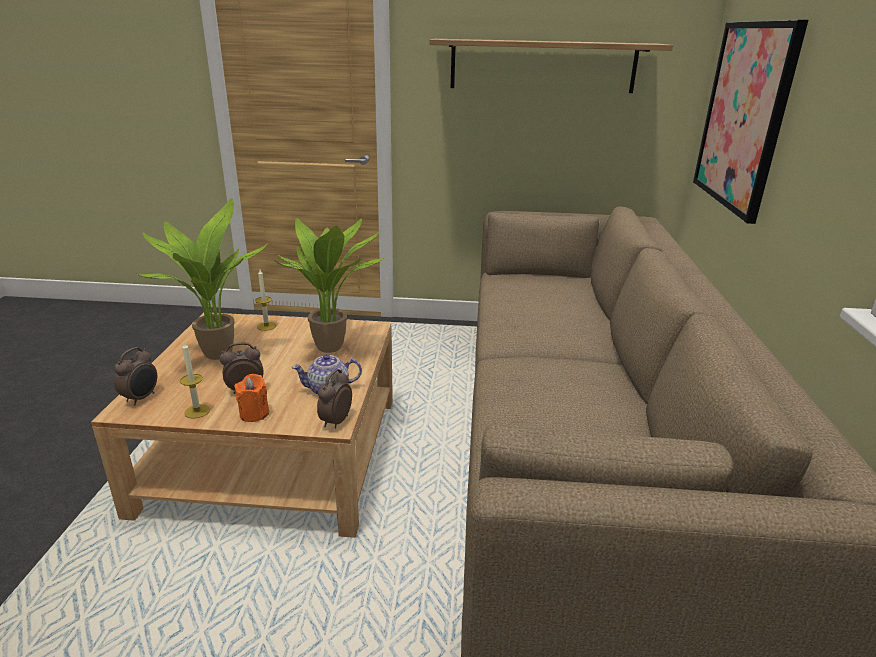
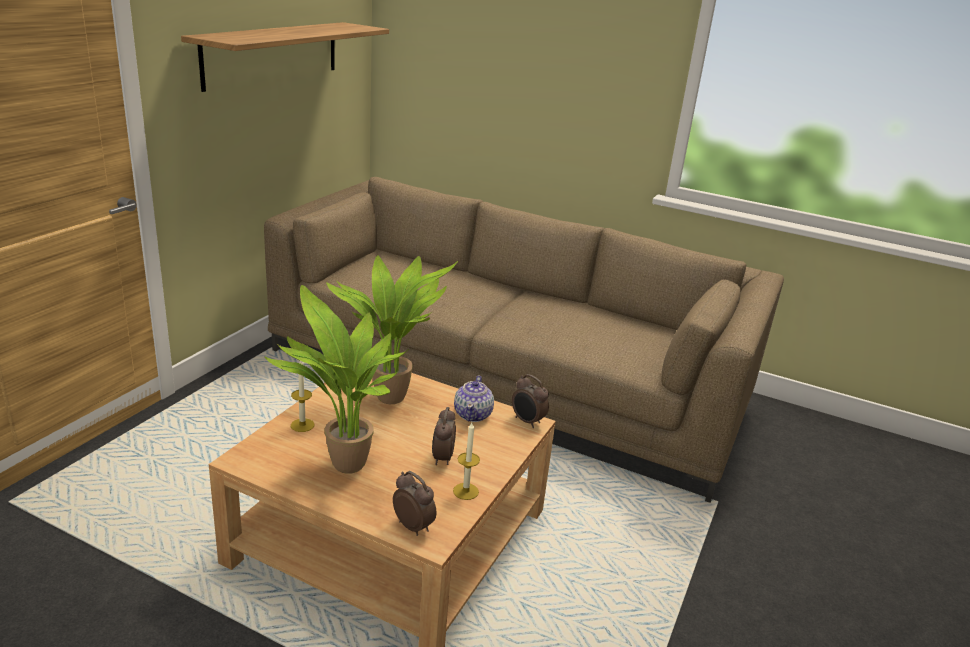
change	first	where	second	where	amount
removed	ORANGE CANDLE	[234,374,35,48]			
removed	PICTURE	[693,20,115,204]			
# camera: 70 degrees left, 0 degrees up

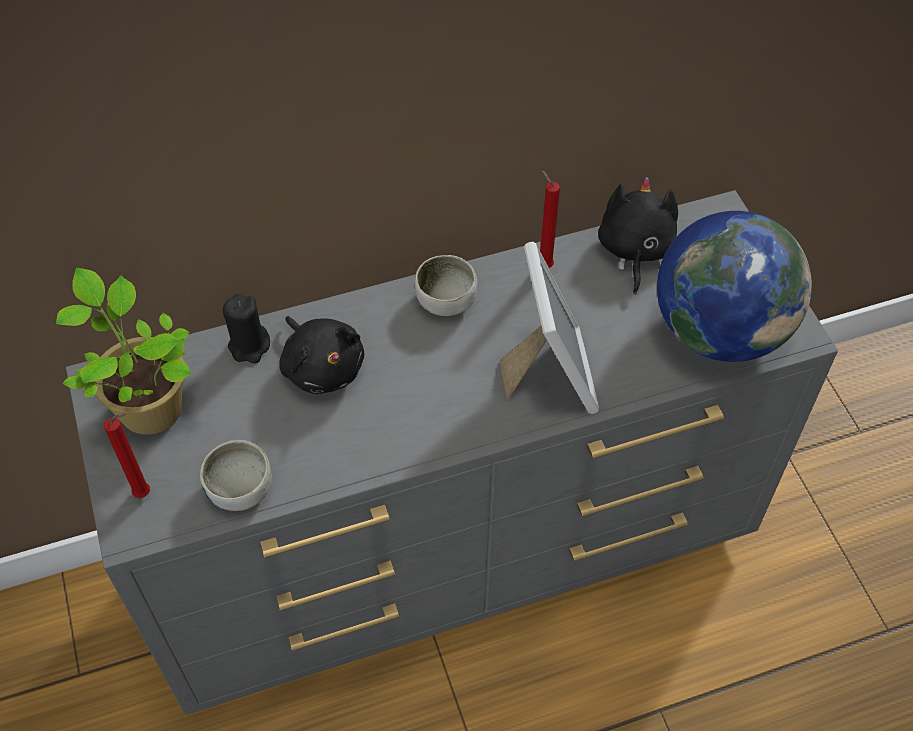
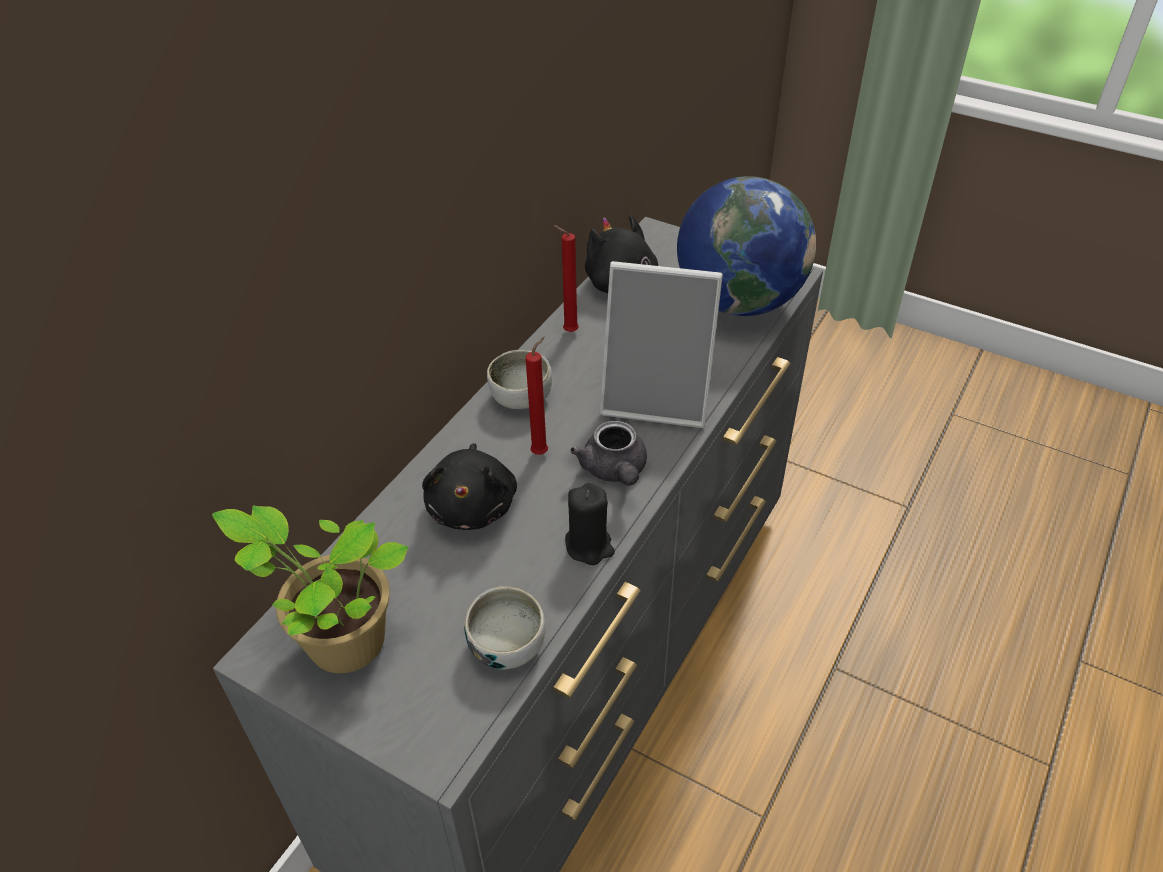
change	first	where	second	where	amount
added			GREY TEAPOT	[570,421,77,65]	
moved	RED CANDLE	[104,414,46,84]		[526,337,22,118]	
moved	BLACK CANDLE	[223,294,47,70]		[565,483,50,82]	
turned	BLACK PLUSH TOY	[279,316,85,78]		[422,443,95,87]	75 degrees clockwise
turned	PICTURE FRAME	[499,242,100,172]		[600,261,123,167]	150 degrees clockwise
# camera: 40 degrees left, 10 degrees down

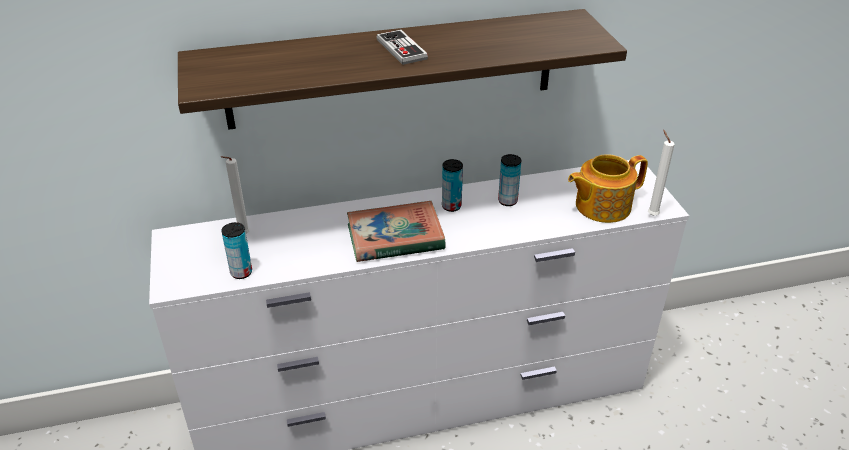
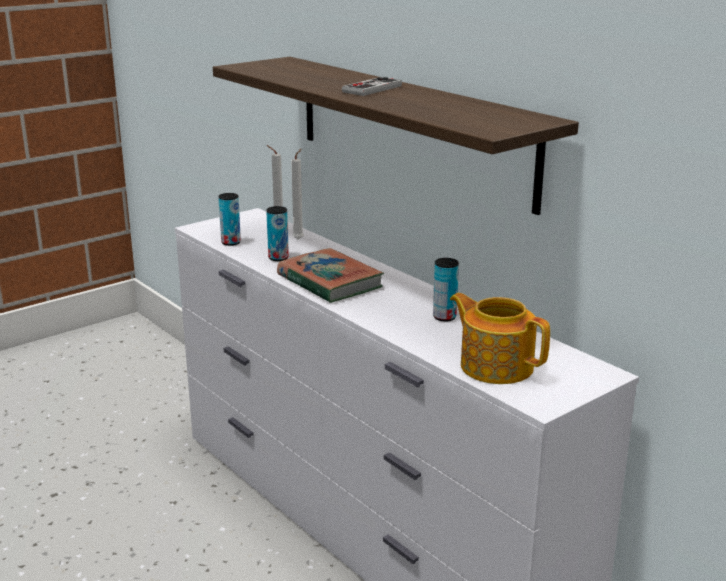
change	first	where	second	where	amount
moved	CAN	[442,159,21,53]		[266,206,23,55]	
moved	WHITE CANDLE	[648,130,27,86]		[291,149,13,91]	
# camera: 65 degrees right, 15 degrees down

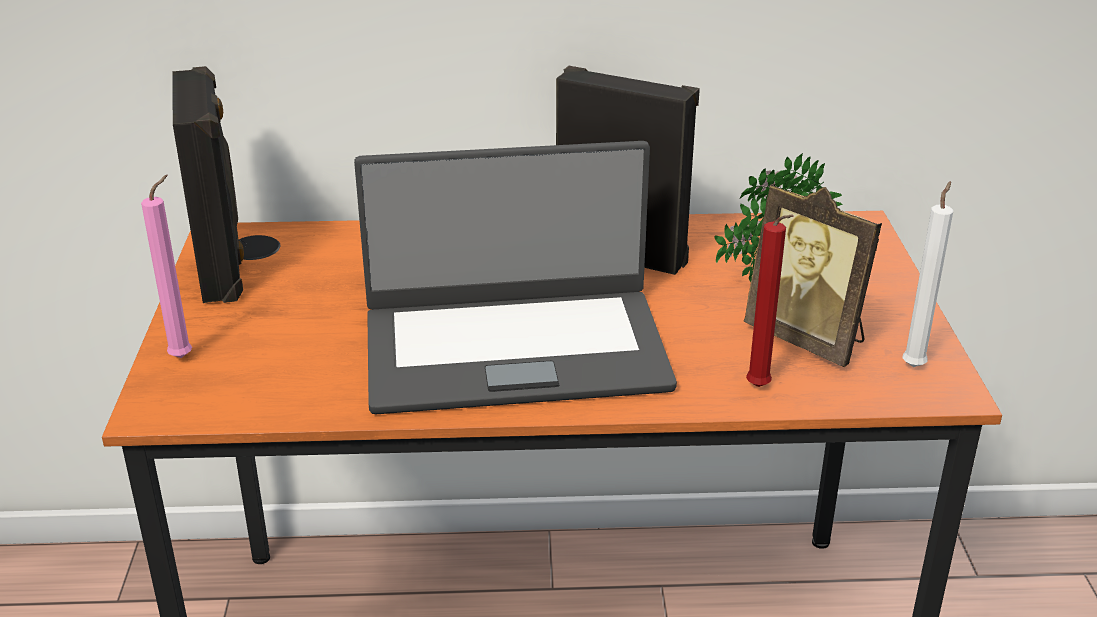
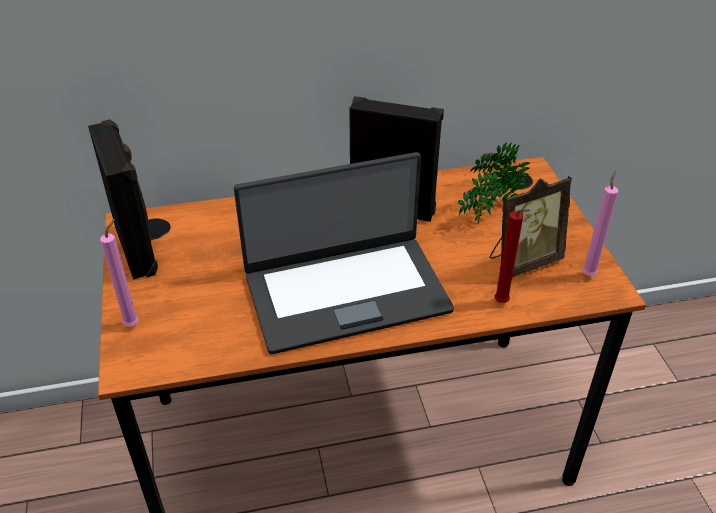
change	first	where	second	where	amount
recoloured	WHITE CANDLE	[903,181,50,186]	PINK CANDLE	[582,171,36,105]	
turned	PICTURE FRAME	[744,183,138,184]		[489,176,83,101]	60 degrees counterclockwise
# camera: 10 degrees left, 10 degrees up

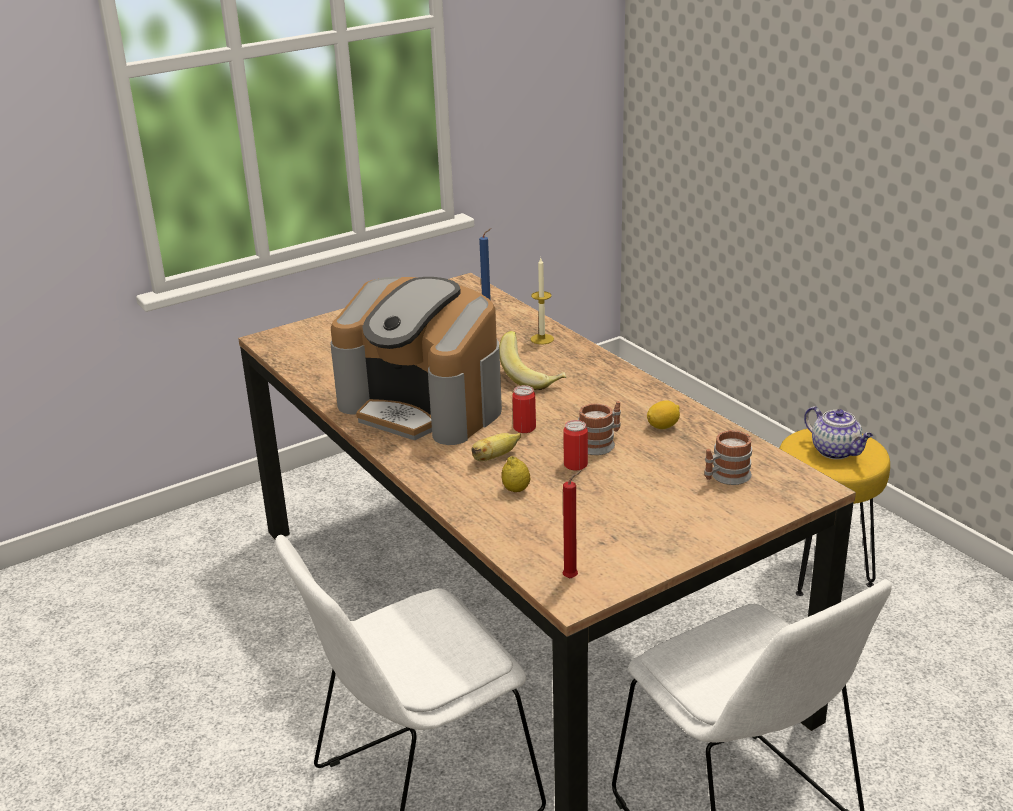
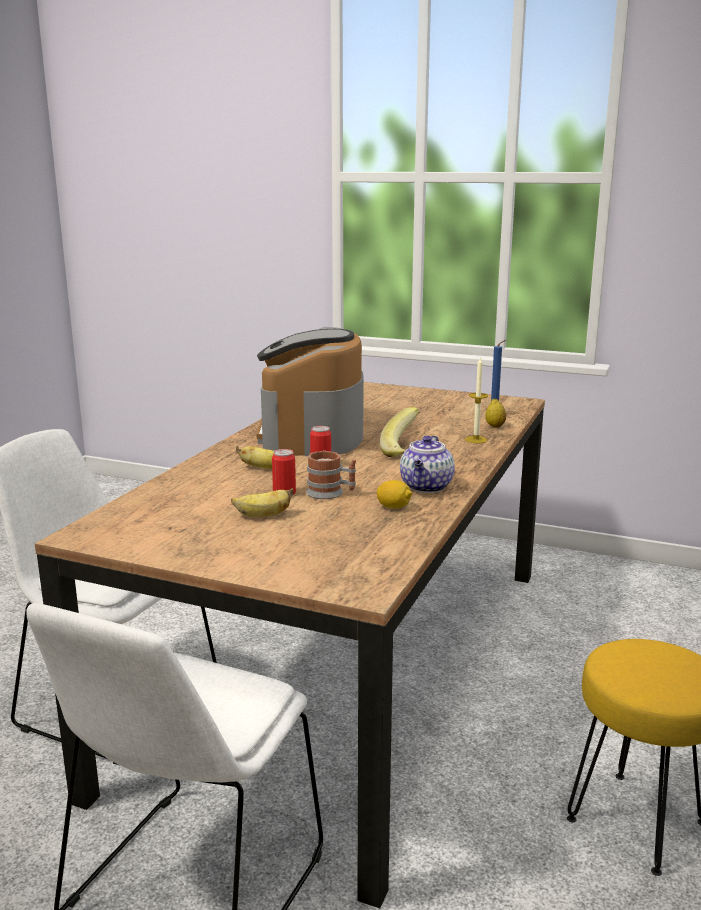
change	first	where	second	where	amount
removed	RED CANDLE	[563,470,19,109]			
removed	MUG	[704,430,48,55]			
added			BANANA	[231,488,63,30]	
moved	LEMON	[501,456,29,36]		[485,398,21,30]	
moved	TEAPOT	[804,406,69,53]		[400,436,55,57]	
# camera: 55 degrees right, 10 degrees down

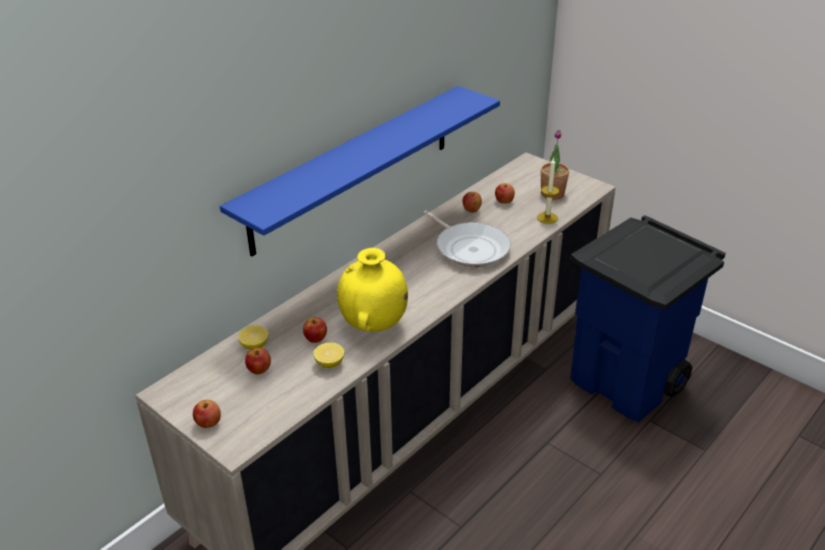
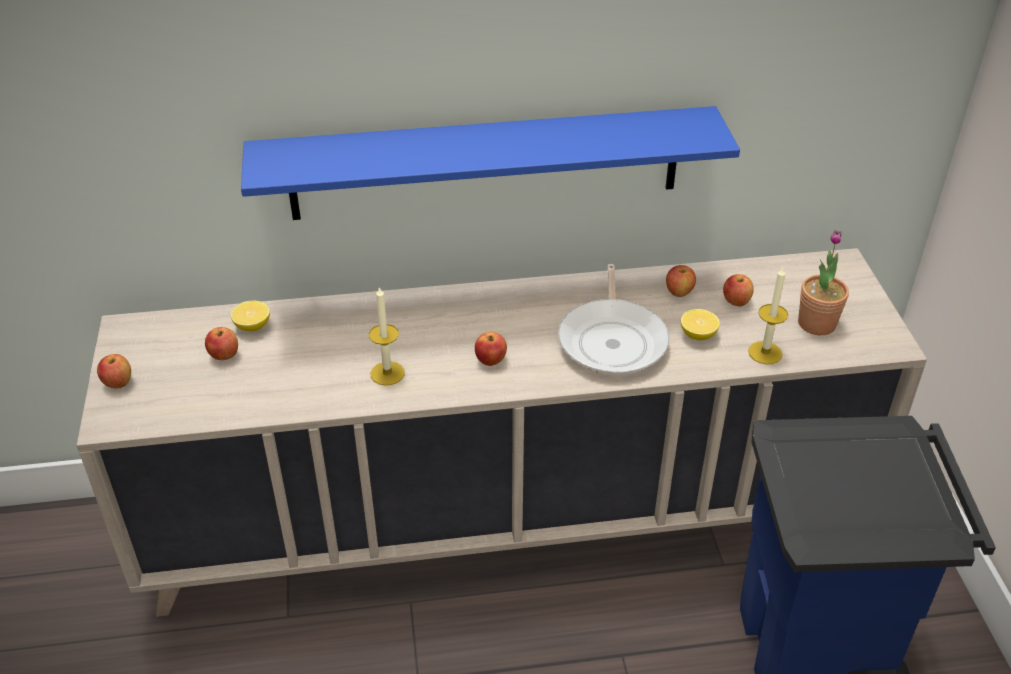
change	first	where	second	where	amount
moved	APPLE	[303,317,24,26]		[475,332,32,34]	
moved	LEMON	[313,343,31,25]		[681,309,39,31]	
replaced	YELLOW VASE	[337,248,71,84]	CANDLE	[369,286,36,100]	
# camera: 40 degrees right, 5 degrees up

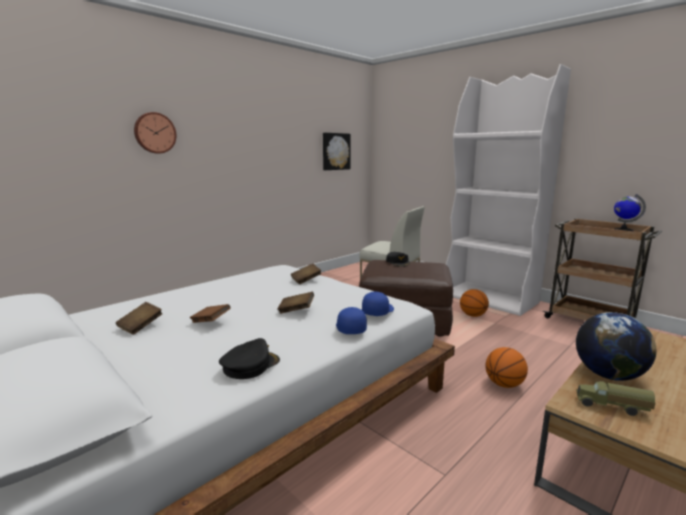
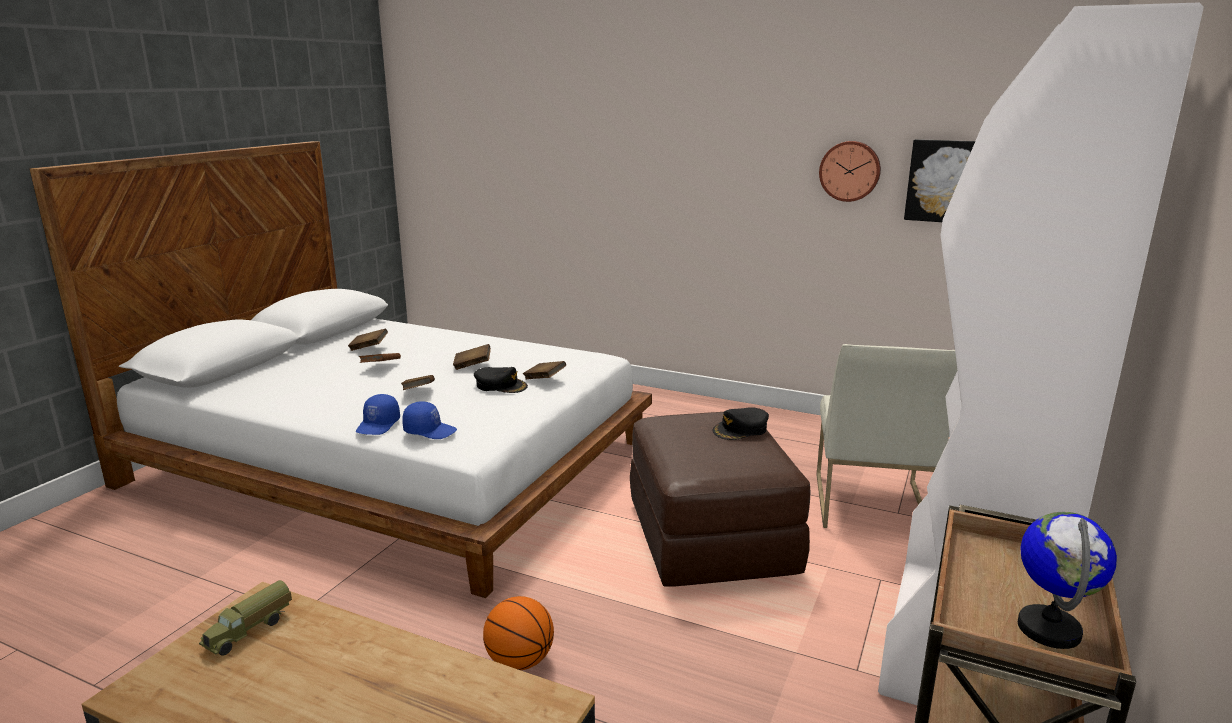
change	first	where	second	where	amount
removed	BASKETBALL	[460,289,29,28]			
removed	GLOBE	[576,312,80,69]			
added			BROWN BOOK	[453,344,38,26]	
moved	WALL CLOCK	[134,112,42,42]		[819,141,62,61]	
moved	BLACK CAP	[219,338,61,41]		[474,367,54,26]	
turned	BLUE CAP	[336,307,31,27]		[356,394,44,41]	135 degrees clockwise
turned	TOY TRUCK	[576,381,79,35]		[199,580,93,75]	150 degrees counterclockwise
# camera: 70 degrees right, 5 degrees up

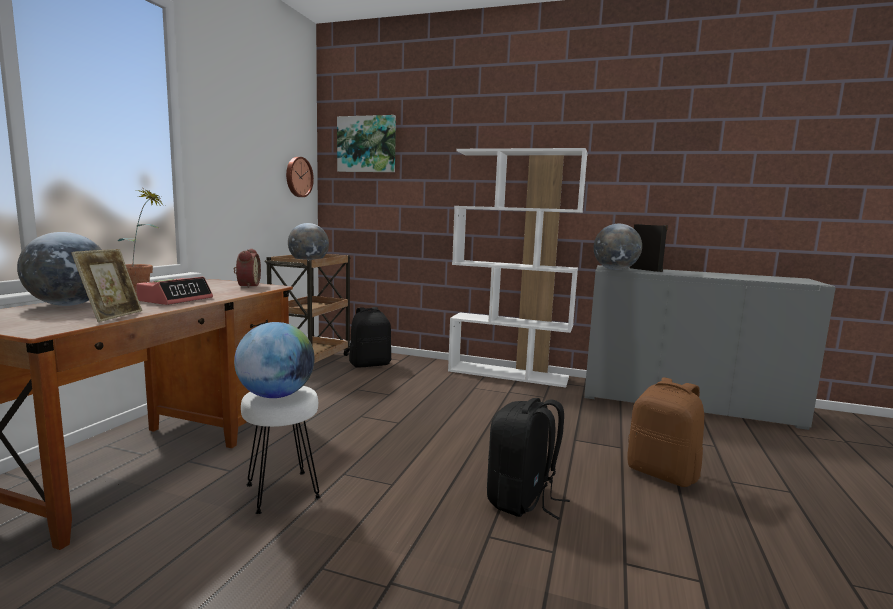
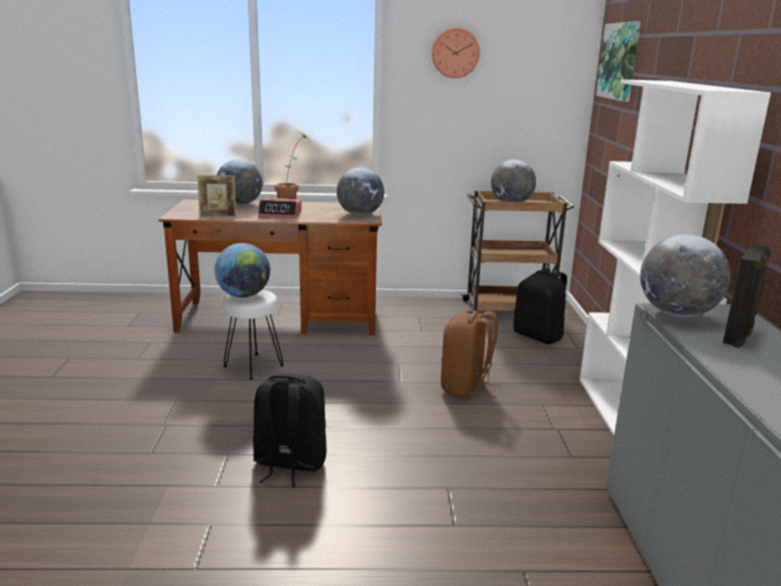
change	first	where	second	where	amount
moved	WALL CLOCK	[286,157,28,40]		[432,28,48,50]	
moved	BROWN BACKPACK	[628,377,76,110]		[441,311,61,87]	
replaced	ALARM CLOCK	[234,249,27,39]	GLOBE	[337,168,47,48]	
# camera: 70 degrees right, 10 degrees up

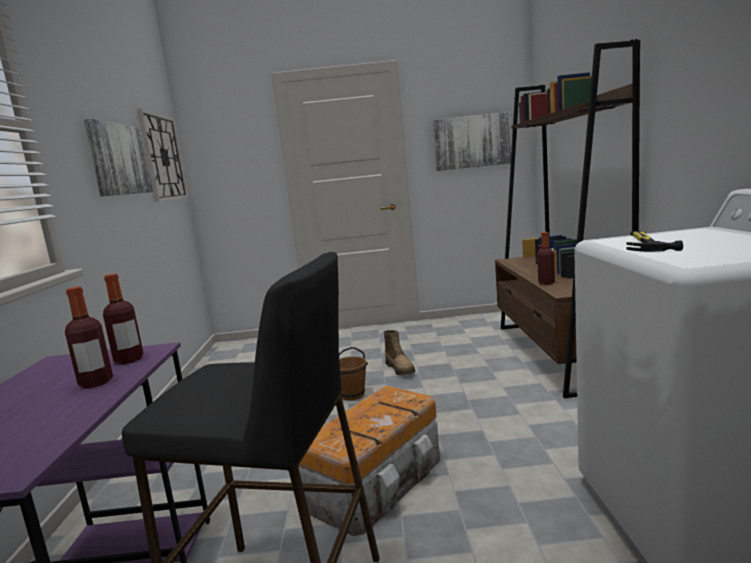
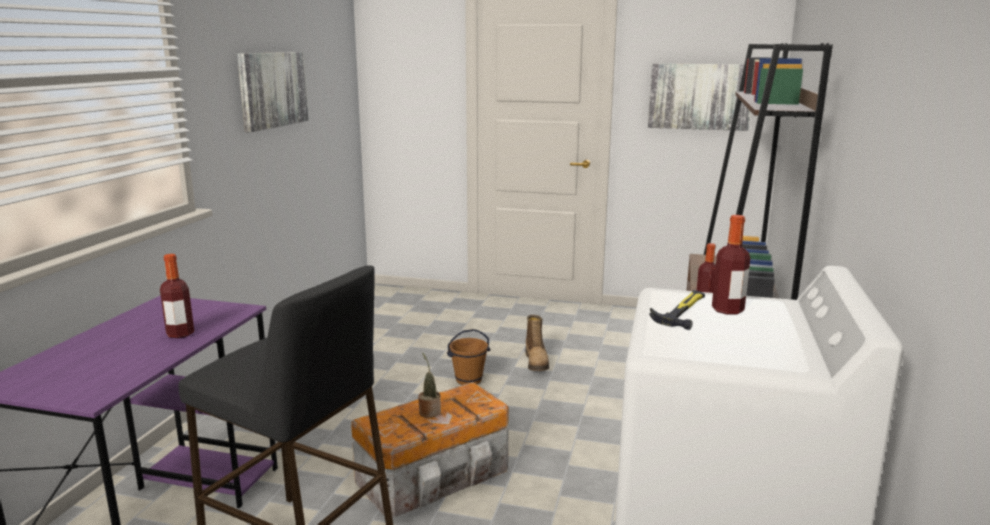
change	first	where	second	where	amount
removed	WALL CLOCK	[137,109,51,93]			
added			POTTED PLANT	[418,352,23,66]	
moved	BOTTLE	[103,274,41,90]		[712,215,38,100]	
# camera: 15 degrees right, 5 degrees up

